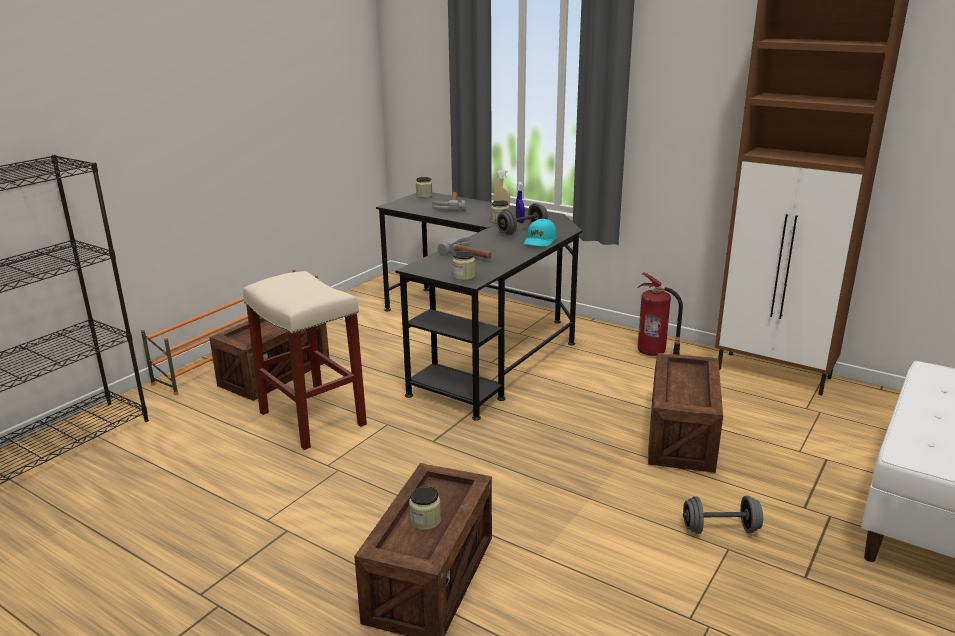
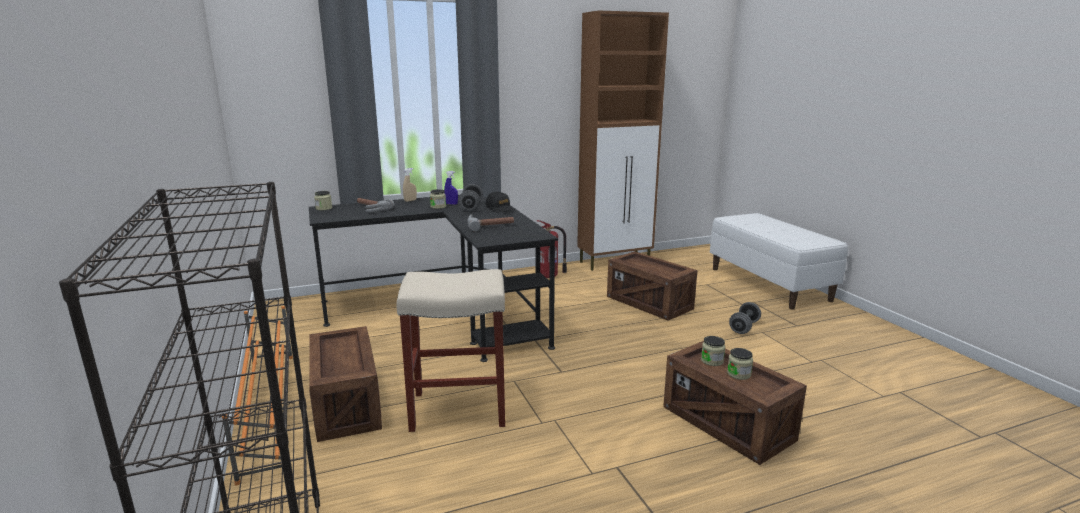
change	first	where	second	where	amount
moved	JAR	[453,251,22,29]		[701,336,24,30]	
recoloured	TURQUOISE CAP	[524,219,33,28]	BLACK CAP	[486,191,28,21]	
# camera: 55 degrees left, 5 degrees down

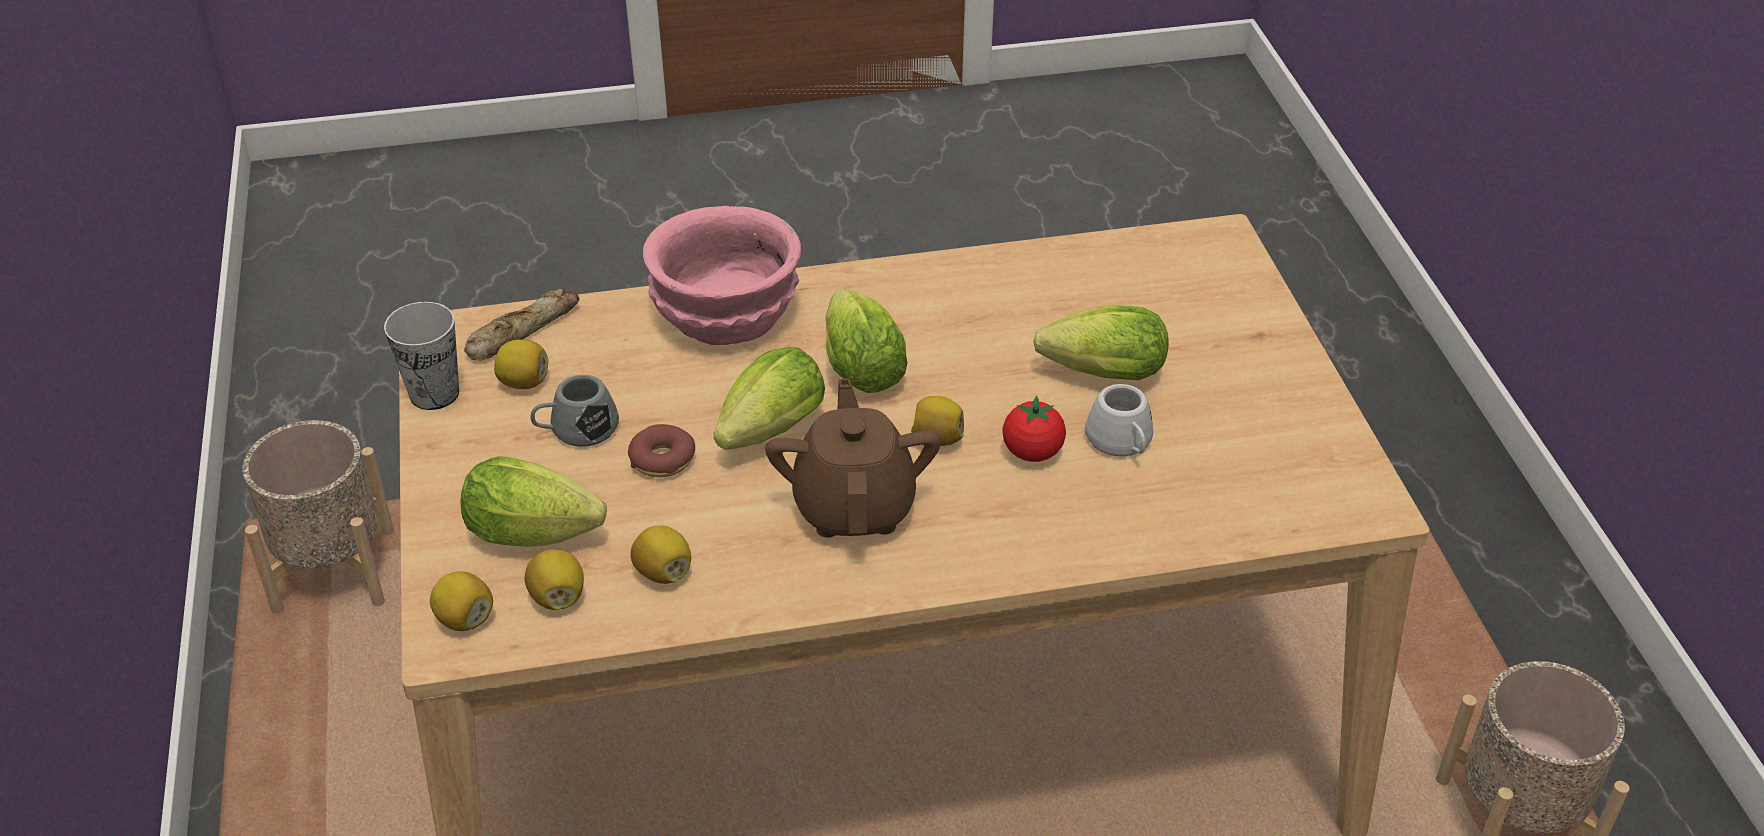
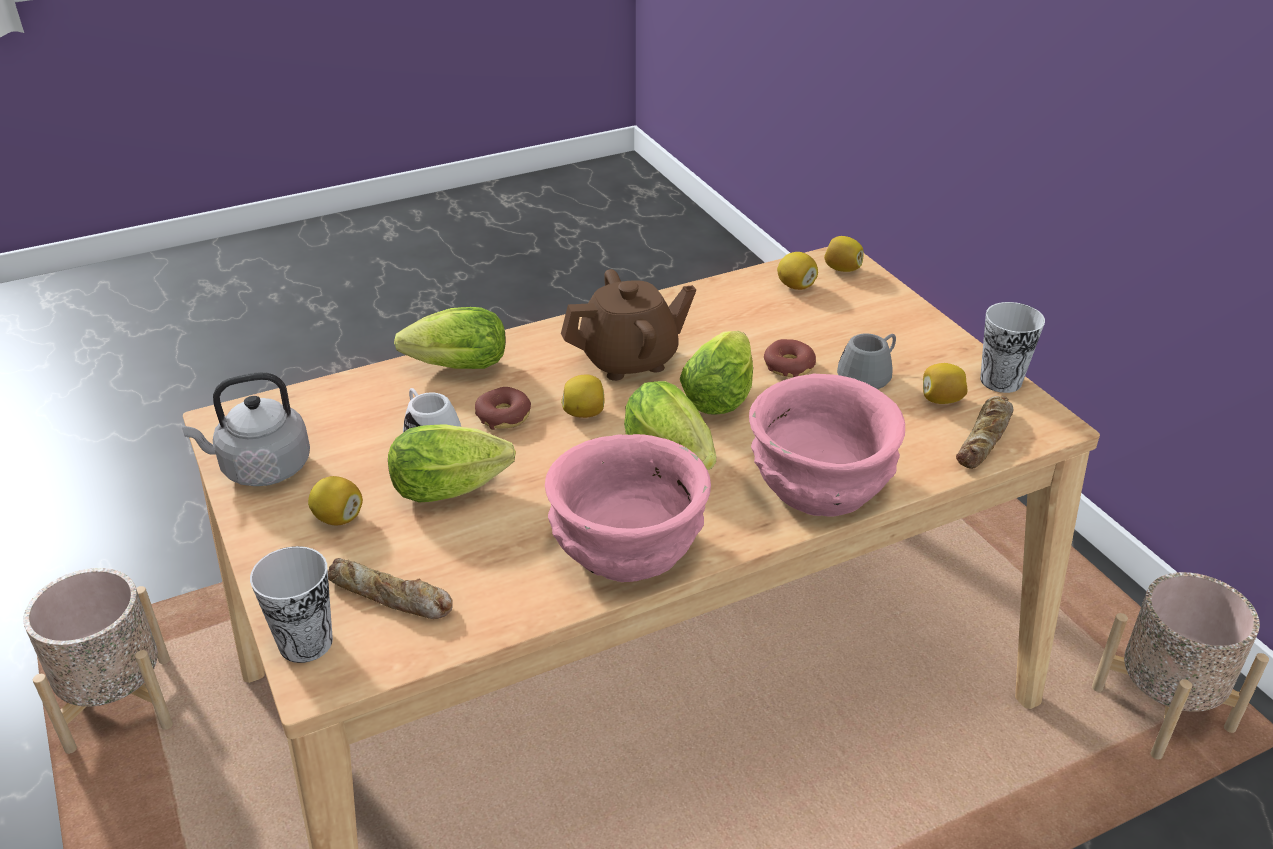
change	first	where	second	where	amount
added			GREY KETTLE	[181,372,129,114]	
added			CUP	[250,546,83,117]	
added			BREAD	[328,558,125,61]	
added			PINK BOWL	[545,434,166,148]	
moved	LETTUCE	[461,456,146,91]		[394,307,112,62]	
moved	LEMON	[630,526,61,58]		[308,476,55,50]	
replaced	TOMATO	[1002,396,64,66]	DONUT	[475,387,56,43]	
turned	BROWN TEAPOT	[765,378,176,160]		[561,269,135,112]	90 degrees counterclockwise
# camera: 165 degrees right, 5 degrees down

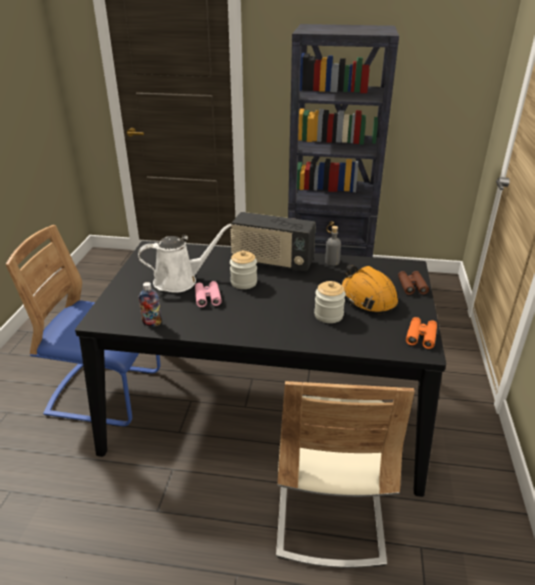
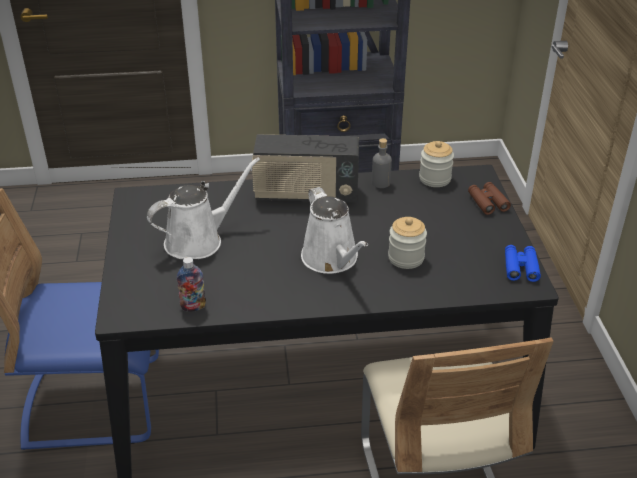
change	first	where	second	where	amount
removed	PINK BINOCULARS	[195,281,27,26]			
removed	ORANGE HARD HAT	[341,265,57,49]			
added			WHITE WATERING CAN	[301,187,67,87]	
moved	JAR	[230,250,27,39]		[419,141,35,46]	
recoloured	ORANGE BINOCULARS	[406,317,31,32]	BLUE BINOCULARS	[505,245,36,37]	
# camera: 15 degrees left, 5 degrees up

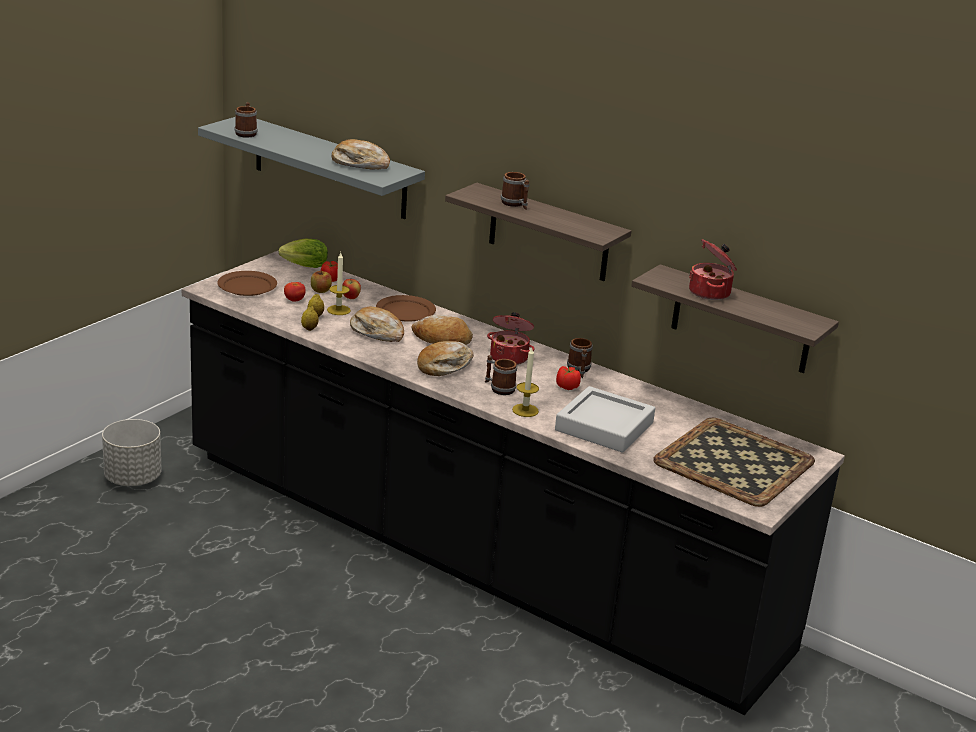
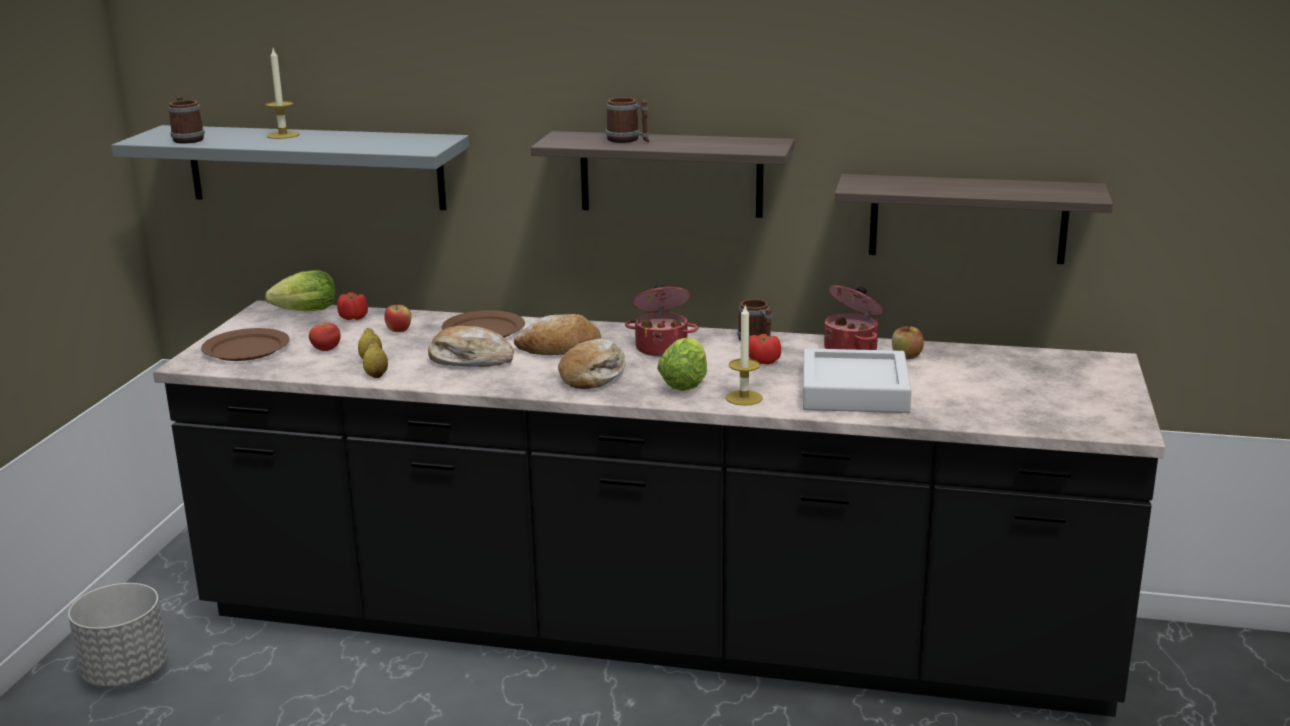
change	first	where	second	where	amount
removed	BREAD	[332,139,58,31]			
removed	TRAY	[653,418,162,89]			
moved	APPLE	[311,270,21,23]		[892,325,32,34]	
moved	CANDLE	[327,253,24,62]		[265,49,35,90]	
moved	COOKING POT	[689,239,48,61]		[824,285,59,65]	
replaced	MUG	[485,355,32,40]	LETTUCE	[657,337,50,54]	
# camera: 20 degrees left, 5 degrees down

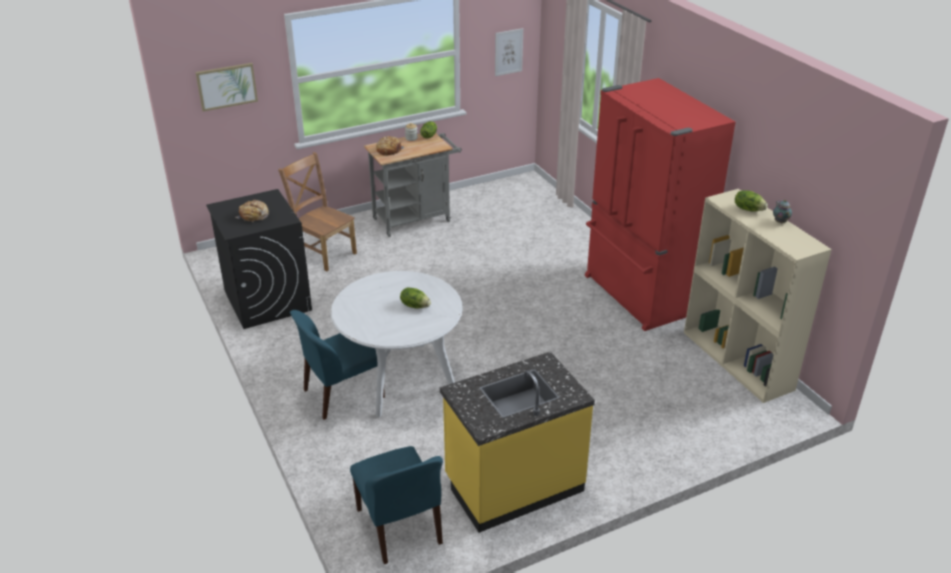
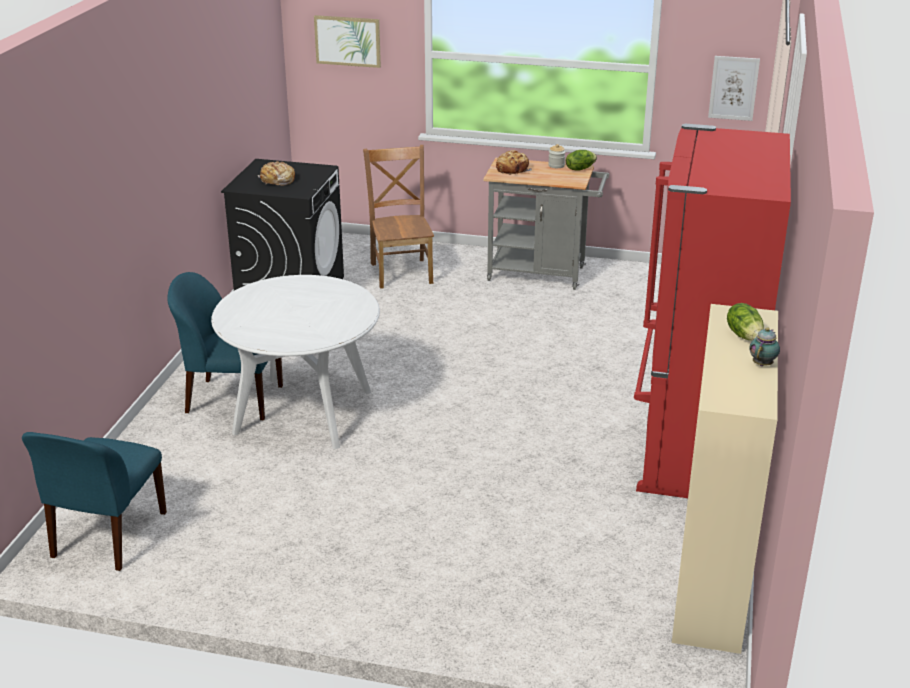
change	first	where	second	where	amount
removed	LETTUCE	[400,287,31,21]			
removed	YELLOW COUNTER	[440,352,155,181]			
# camera: 40 degrees right, 5 degrees down

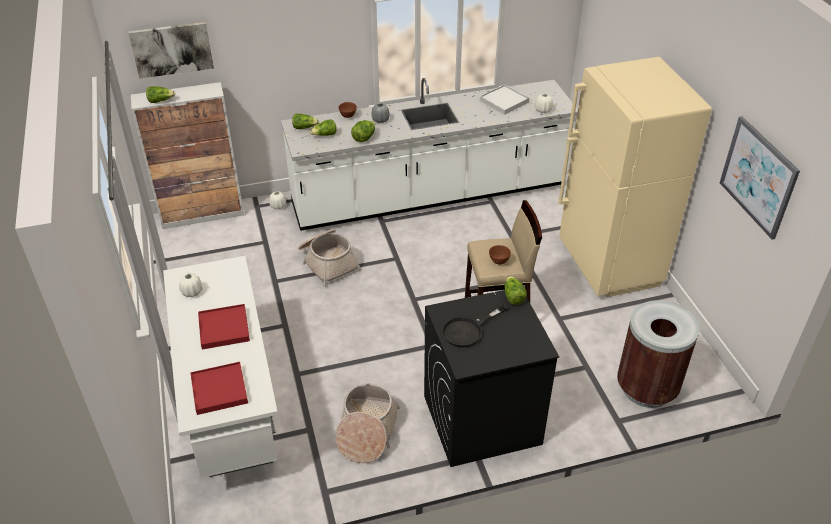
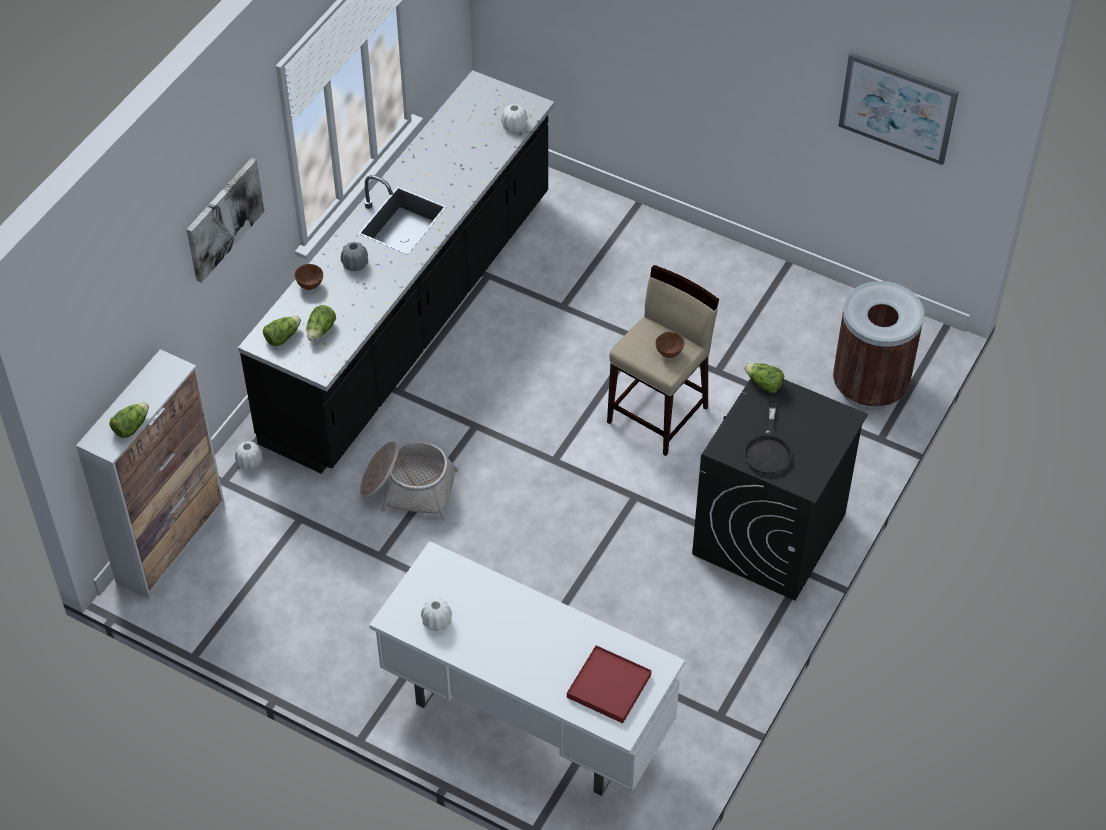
change	first	where	second	where	amount
removed	RED TRAY	[198,304,52,46]			
removed	BASKET	[336,384,64,79]			
removed	LETTUCE	[351,120,24,22]			
removed	WHITE TRAY	[480,84,49,31]			
removed	BEIGE FRIDGE	[558,57,154,240]			
moved	PICTURE	[128,22,86,57]		[186,158,79,125]	
recoloured	WHITE COUNTER	[281,78,297,153]	BLACK COUNTER	[238,70,316,404]	
# camera: 45 degrees left, 10 degrees up

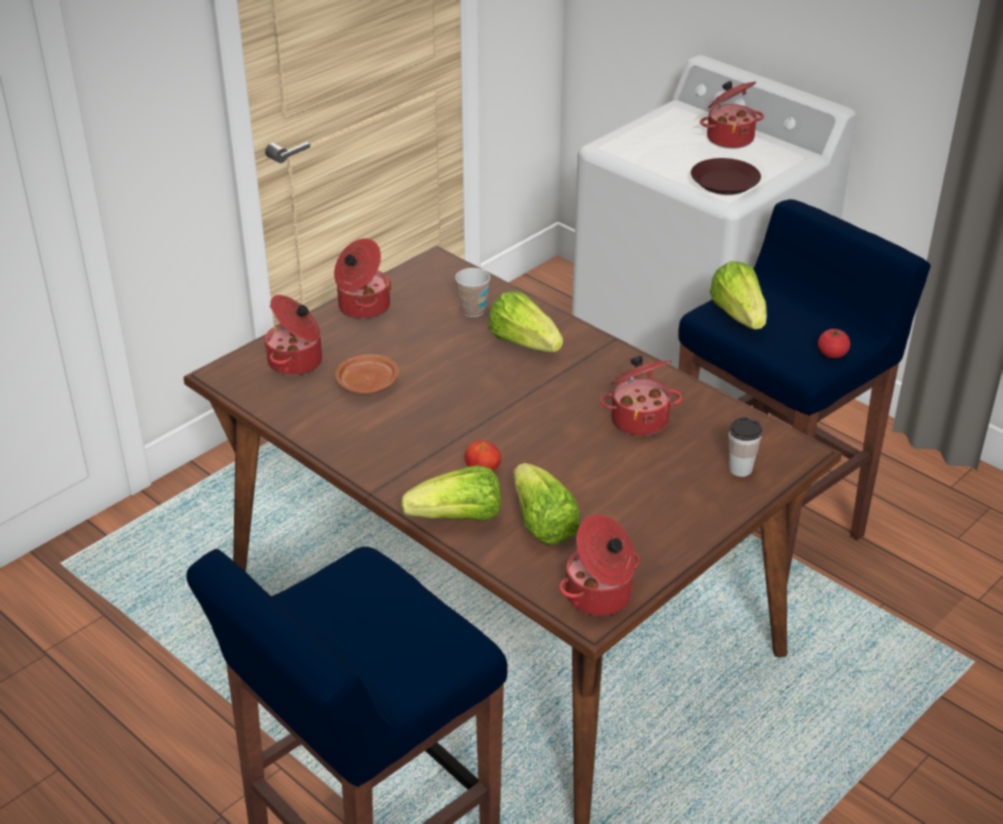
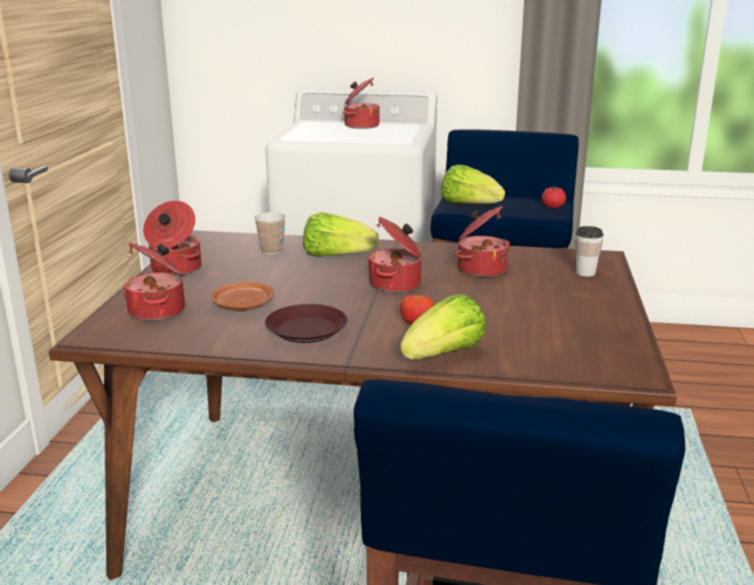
change	first	where	second	where	amount
removed	LETTUCE	[513,463,67,82]			
moved	COOKING POT	[559,515,81,101]		[367,217,55,76]	
moved	BROWN PLATE	[691,158,70,37]		[265,304,83,39]	
# camera: 35 degrees left, 15 degrees down

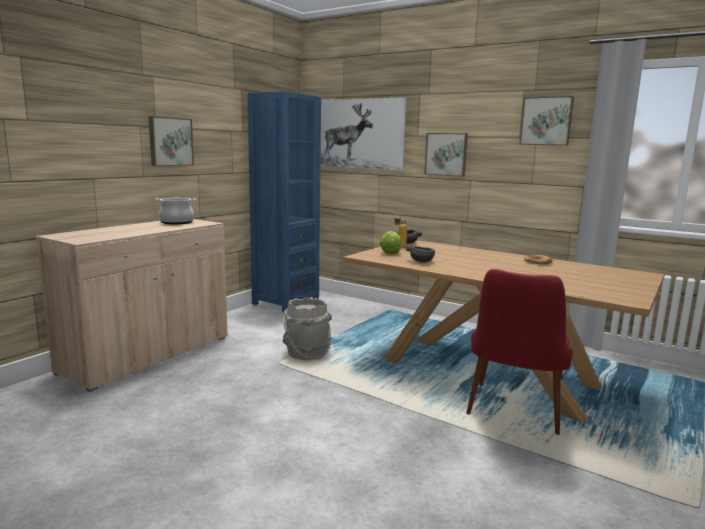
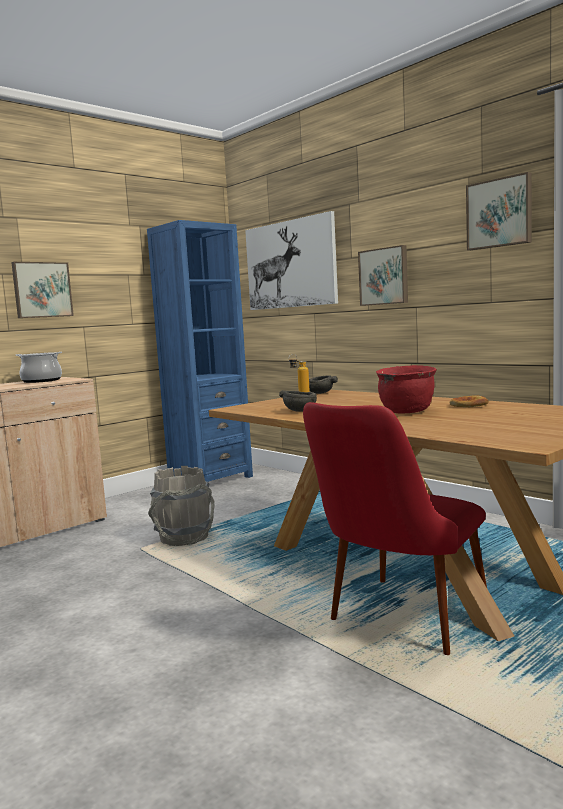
change	first	where	second	where	amount
removed	LETTUCE	[380,231,21,24]			
added			RED COOKING POT	[376,365,61,49]	
# camera: 15 degrees right, 5 degrees down

